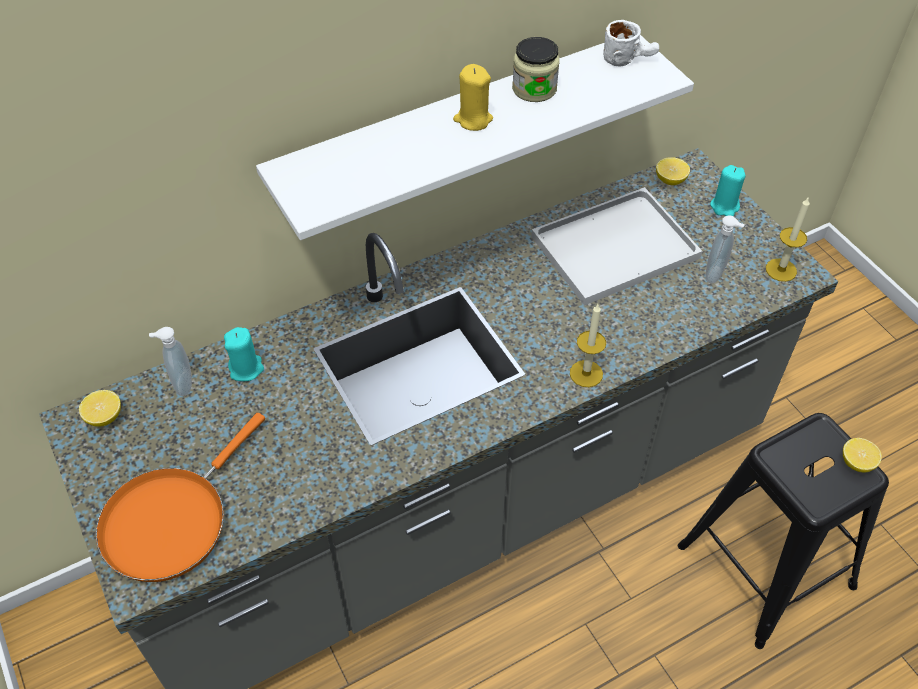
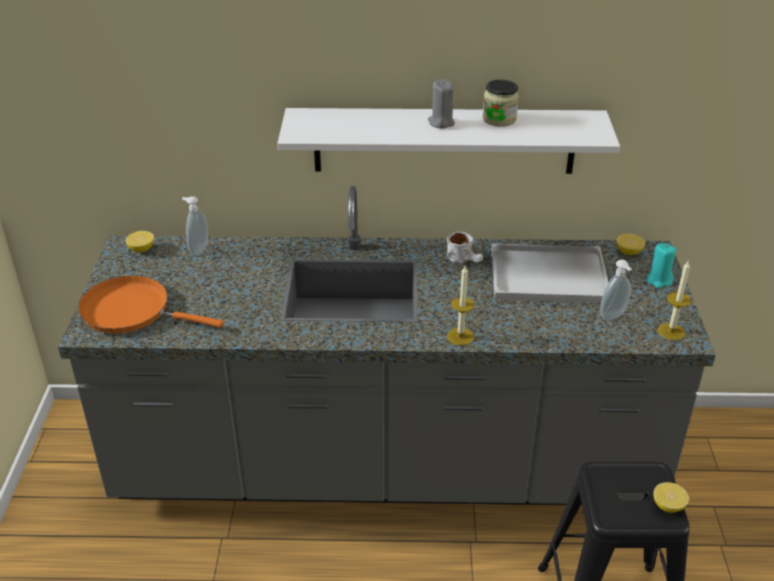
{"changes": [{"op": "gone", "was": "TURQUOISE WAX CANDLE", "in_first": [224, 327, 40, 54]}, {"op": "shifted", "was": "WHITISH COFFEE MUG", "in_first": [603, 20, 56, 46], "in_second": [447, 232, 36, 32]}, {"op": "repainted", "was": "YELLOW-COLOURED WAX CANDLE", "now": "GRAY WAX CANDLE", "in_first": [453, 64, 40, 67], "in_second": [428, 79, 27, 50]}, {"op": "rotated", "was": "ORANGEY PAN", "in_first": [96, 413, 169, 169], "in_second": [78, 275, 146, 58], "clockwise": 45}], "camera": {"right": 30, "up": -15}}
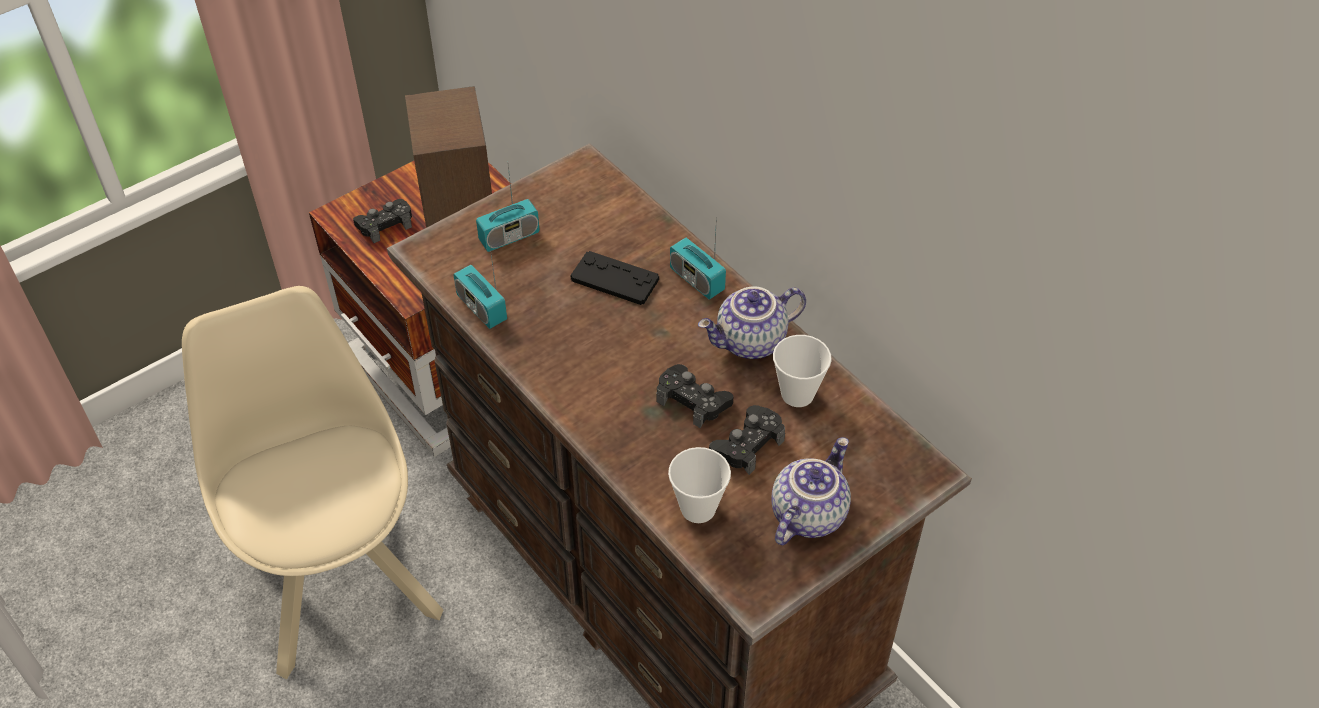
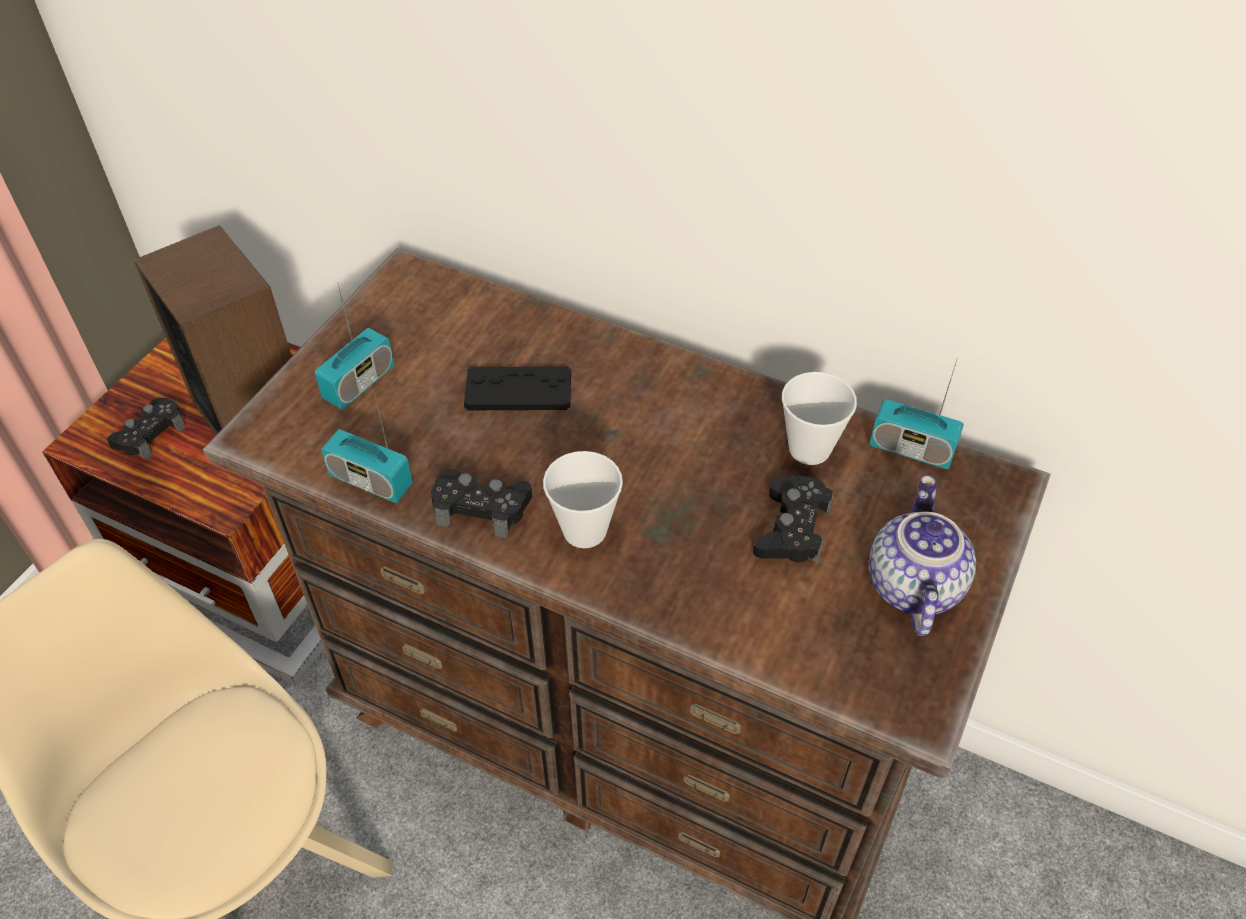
{"changes": [{"op": "gone", "was": "TEAPOT", "in_first": [698, 286, 108, 73]}, {"op": "shifted", "was": "BLACK-COLOURED GAMEPAD", "in_first": [657, 364, 77, 64], "in_second": [431, 469, 101, 69]}, {"op": "shifted", "was": "DRINKING CUP", "in_first": [668, 447, 63, 76], "in_second": [543, 451, 80, 97]}, {"op": "shifted", "was": "RADIO RECEIVER", "in_first": [670, 216, 56, 84], "in_second": [870, 357, 94, 112]}], "camera": {"right": -25, "up": 0}}
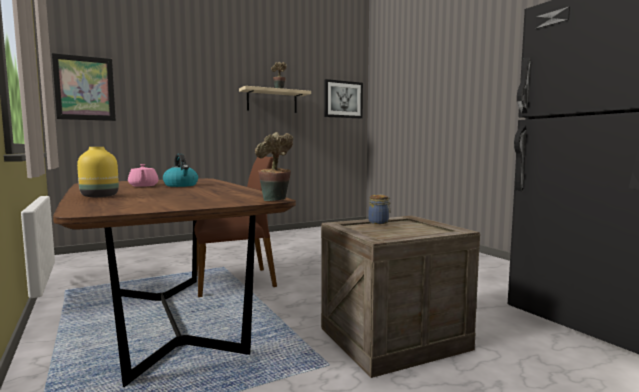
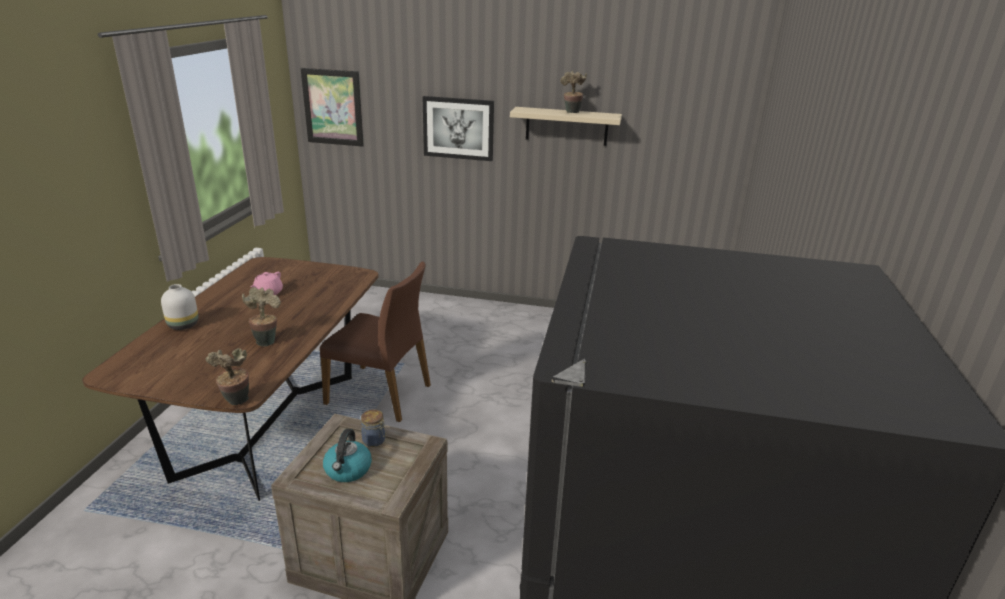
{"changes": [{"op": "new", "now": "PLANT IN A POT", "in_second": [242, 287, 39, 60]}, {"op": "shifted", "was": "TEA KETTLE", "in_first": [163, 154, 35, 33], "in_second": [323, 429, 49, 53]}, {"op": "shifted", "was": "WALL ART", "in_first": [325, 79, 38, 39], "in_second": [423, 96, 71, 65]}, {"op": "repainted", "was": "YELLOW-COLOURED VASE", "now": "WHITISH VASE", "in_first": [77, 147, 42, 50], "in_second": [161, 284, 38, 46]}], "camera": {"right": 40, "up": 20}}
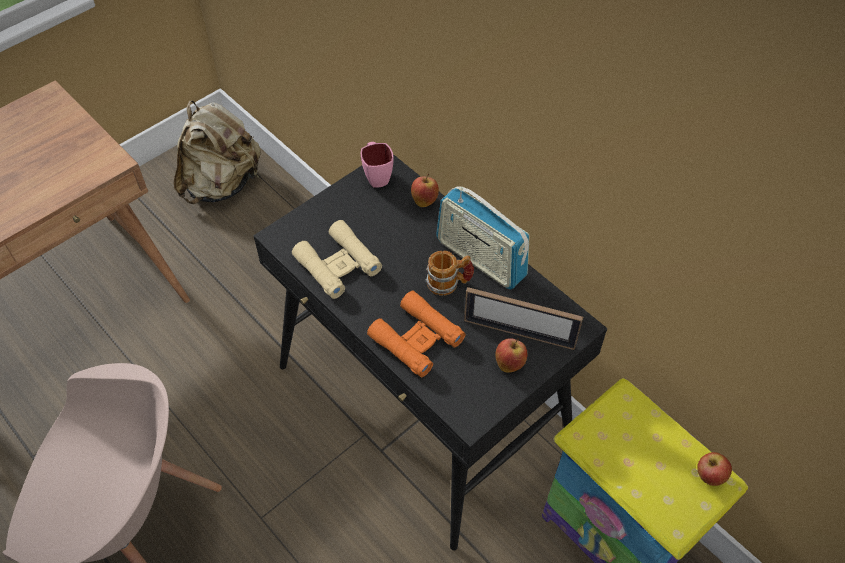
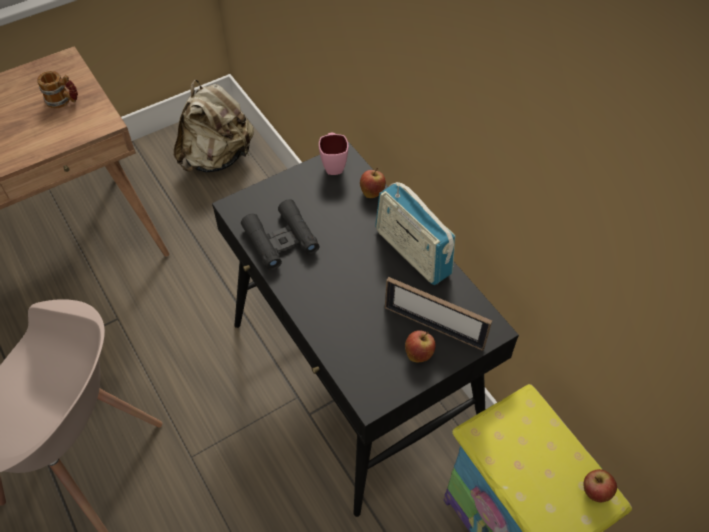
{"changes": [{"op": "gone", "was": "ORANGEY FIELD GLASSES", "in_first": [367, 291, 99, 86]}, {"op": "shifted", "was": "COFFEE MUG", "in_first": [426, 250, 48, 46], "in_second": [37, 71, 41, 37]}, {"op": "repainted", "was": "BEIGE FIELD GLASSES", "now": "BLACK-COLOURED FIELD GLASSES", "in_first": [292, 220, 90, 79], "in_second": [241, 199, 79, 71]}], "camera": {"right": 10, "up": 0}}
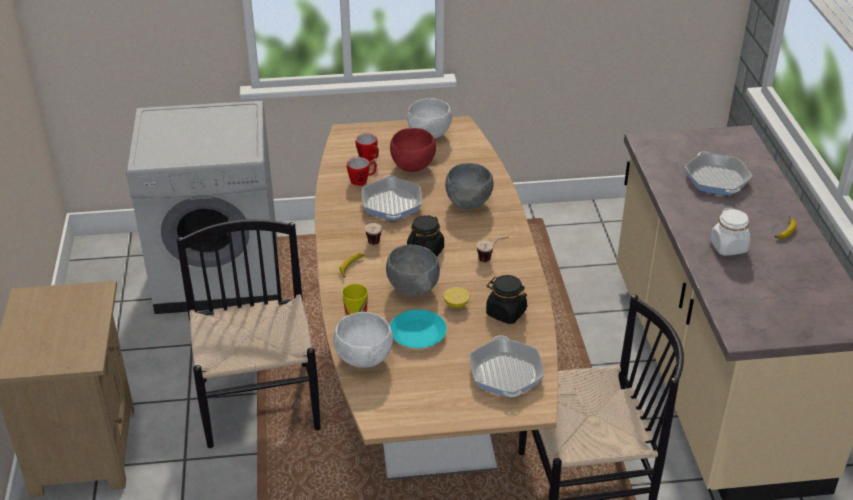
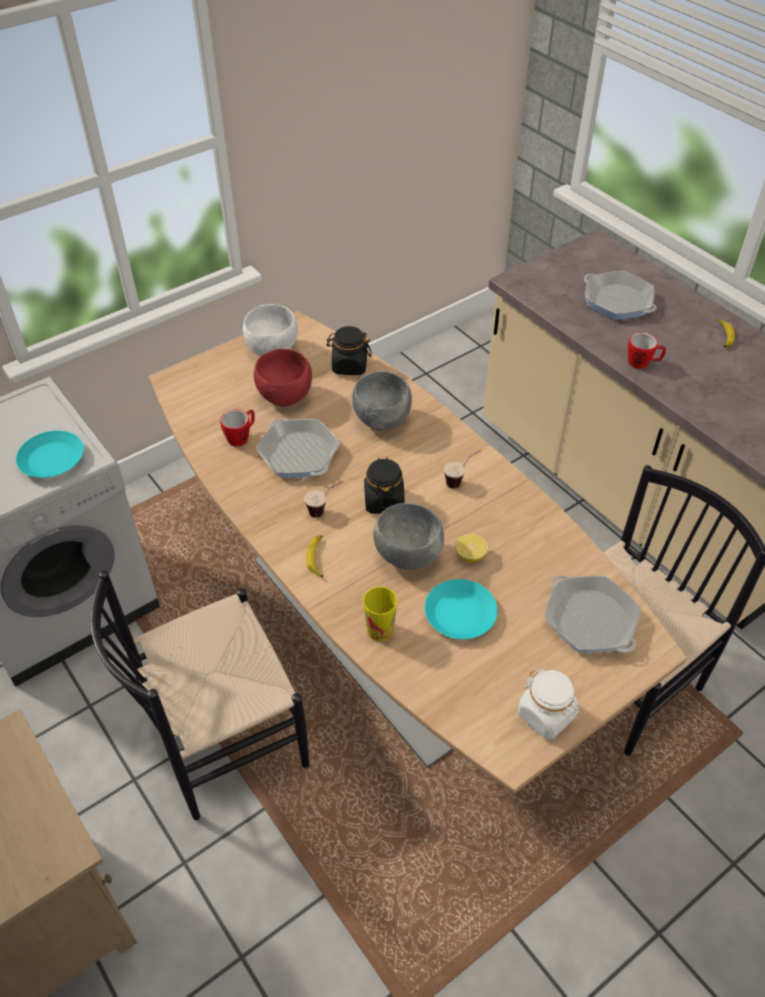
{"changes": [{"op": "gone", "was": "WHITISH SERVING BOWL", "in_first": [333, 312, 60, 56]}, {"op": "new", "now": "TURQUOISE PLATE", "in_second": [16, 430, 68, 48]}, {"op": "shifted", "was": "COFFEE MUG", "in_first": [356, 133, 23, 28], "in_second": [628, 332, 38, 37]}, {"op": "shifted", "was": "BLACK-COLOURED JAR", "in_first": [486, 275, 41, 49], "in_second": [326, 326, 46, 49]}, {"op": "shifted", "was": "WHITISH JAR", "in_first": [710, 208, 41, 48], "in_second": [518, 668, 62, 71]}, {"op": "rotated", "was": "BLACK-COLOURED CHAIR", "in_first": [177, 219, 144, 229], "in_second": [90, 570, 219, 250], "clockwise": -75}], "camera": {"right": -30, "up": 10}}
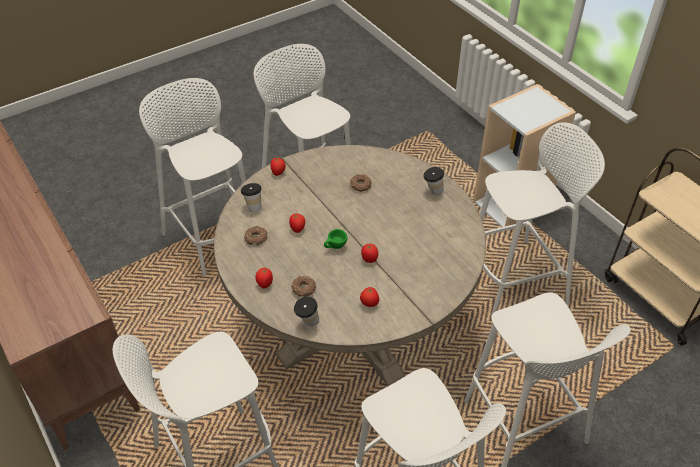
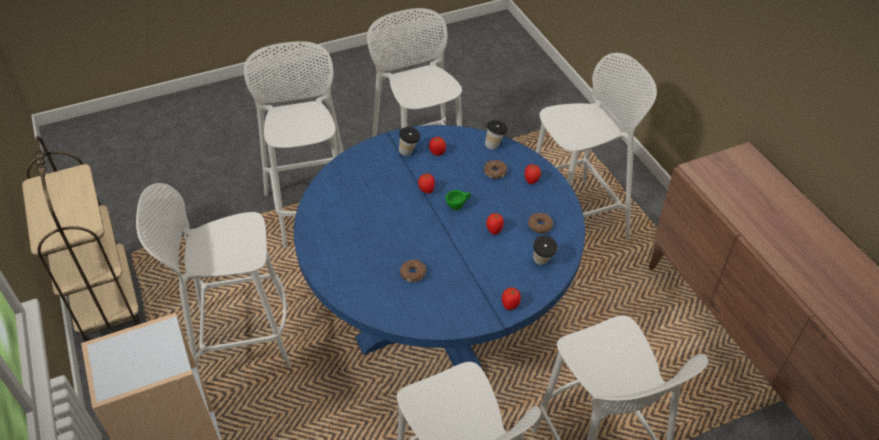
{"changes": [{"op": "shifted", "was": "DRINKING CUP", "in_first": [423, 167, 21, 28], "in_second": [399, 127, 21, 29]}, {"op": "repainted", "was": "BEIGE DINNER TABLE", "now": "BLUE DINNER TABLE", "in_first": [214, 145, 272, 241], "in_second": [294, 125, 291, 244]}], "camera": {"right": -170, "up": 0}}
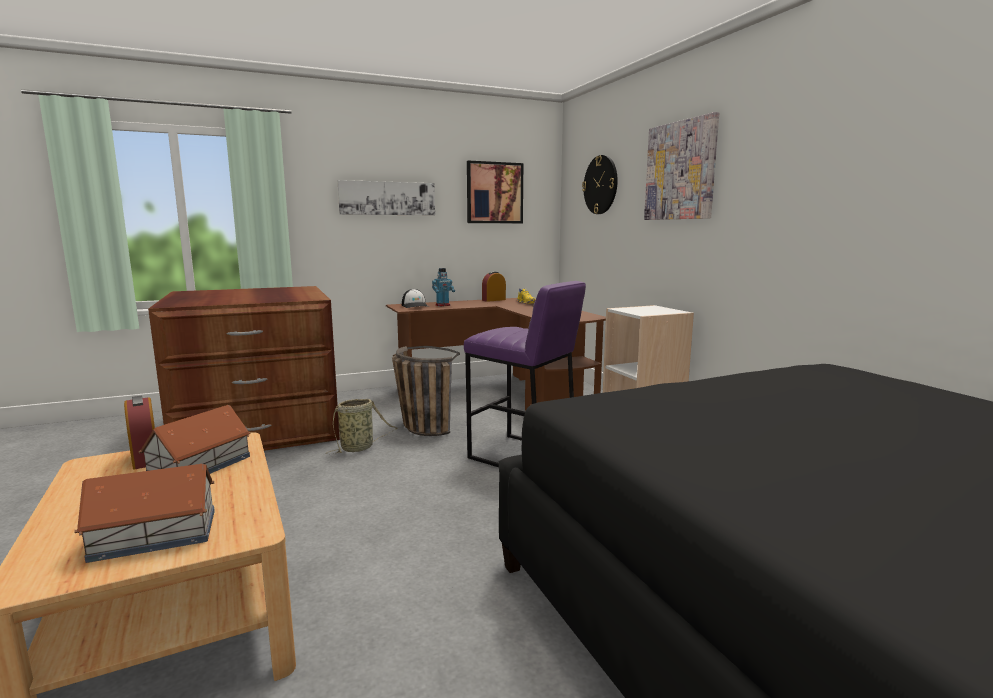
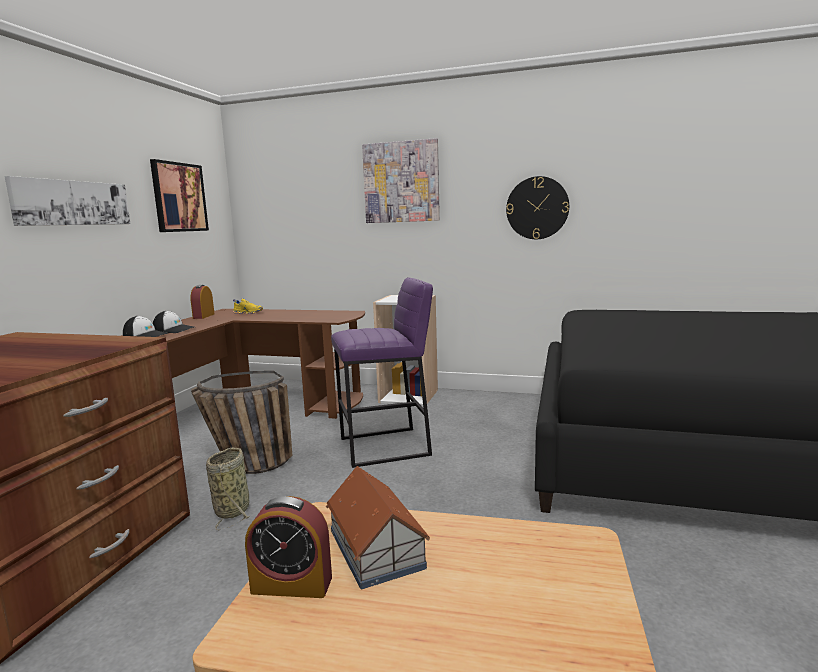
{"changes": [{"op": "gone", "was": "MODEL HOUSE", "in_first": [74, 464, 141, 99]}, {"op": "shifted", "was": "WALL CLOCK", "in_first": [582, 155, 36, 59], "in_second": [506, 176, 63, 63]}, {"op": "swapped", "was": "ROBOT FIGURE", "now": "BASEBALL CAP", "in_first": [432, 268, 23, 38], "in_second": [153, 311, 41, 22]}], "camera": {"right": -50, "up": 0}}
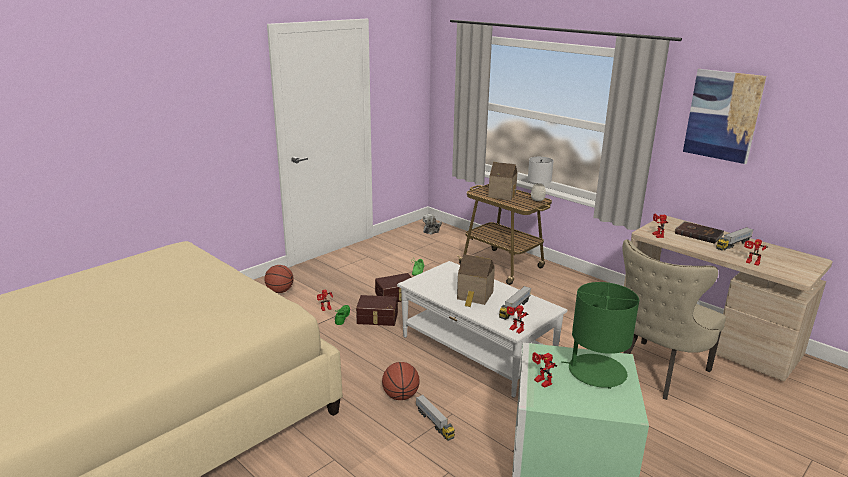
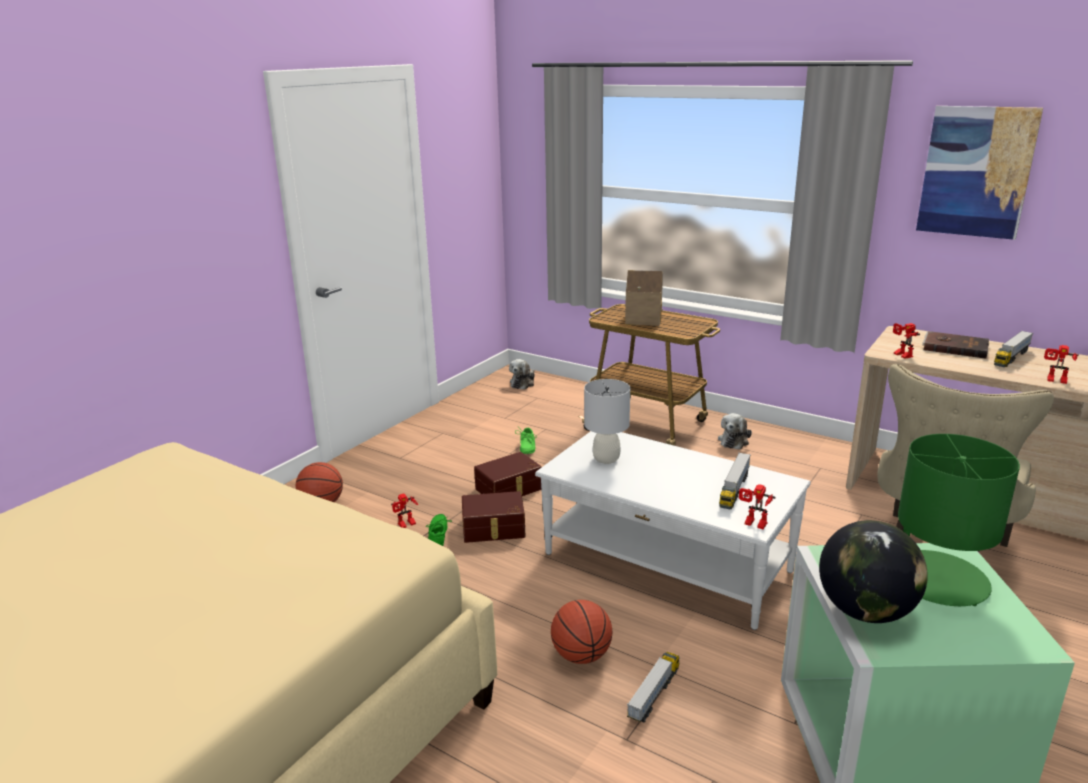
{"changes": [{"op": "gone", "was": "MODEL HOUSE", "in_first": [457, 254, 38, 53]}, {"op": "new", "now": "SOFT TOY", "in_second": [718, 413, 34, 37]}, {"op": "shifted", "was": "GRAY TABLE LAMP", "in_first": [528, 157, 26, 44], "in_second": [584, 379, 46, 85]}, {"op": "swapped", "was": "ROBOT FIGURE", "now": "WORLD GLOBE", "in_first": [532, 352, 25, 36], "in_second": [819, 520, 109, 103]}, {"op": "rotated", "was": "TOY TRUCK", "in_first": [416, 395, 39, 46], "in_second": [627, 652, 53, 70], "clockwise": -105}], "camera": {"right": -10, "up": 0}}
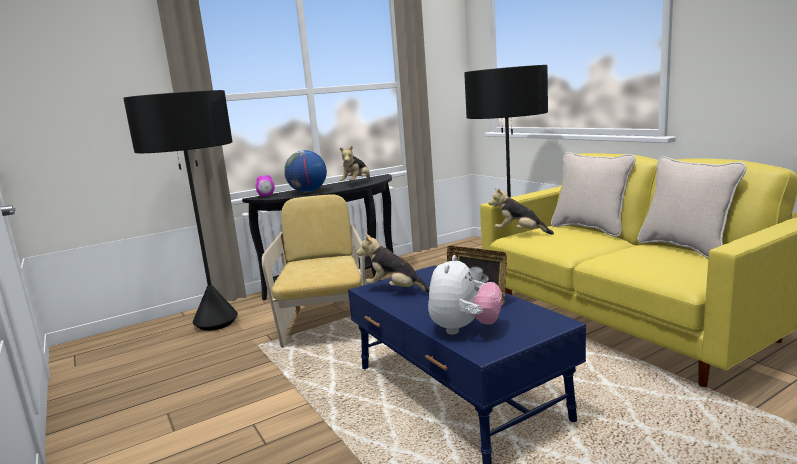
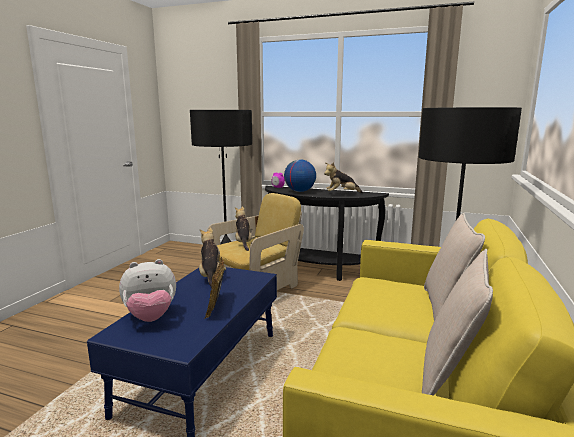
{"changes": [{"op": "shifted", "was": "SOFT TOY", "in_first": [488, 188, 66, 47], "in_second": [235, 206, 20, 45]}], "camera": {"right": 50, "up": 0}}
